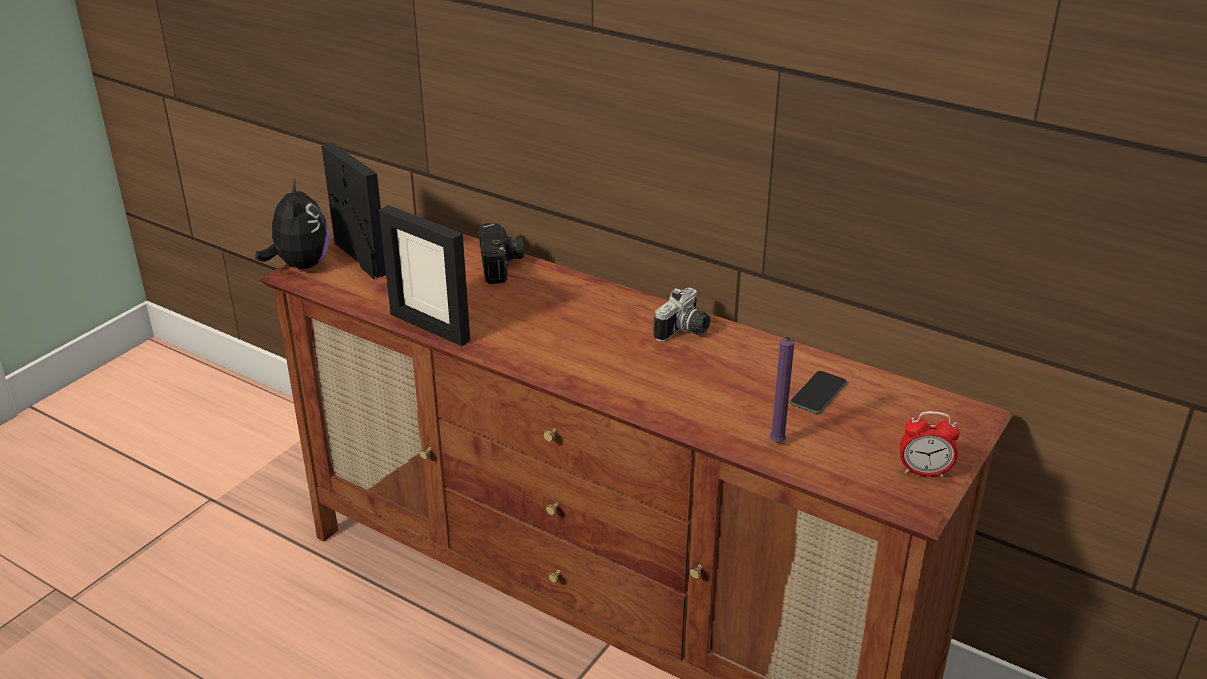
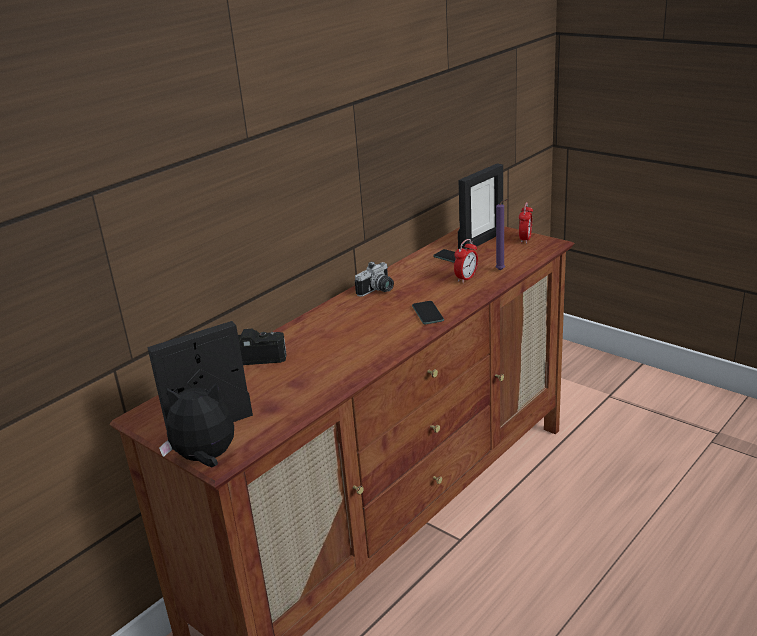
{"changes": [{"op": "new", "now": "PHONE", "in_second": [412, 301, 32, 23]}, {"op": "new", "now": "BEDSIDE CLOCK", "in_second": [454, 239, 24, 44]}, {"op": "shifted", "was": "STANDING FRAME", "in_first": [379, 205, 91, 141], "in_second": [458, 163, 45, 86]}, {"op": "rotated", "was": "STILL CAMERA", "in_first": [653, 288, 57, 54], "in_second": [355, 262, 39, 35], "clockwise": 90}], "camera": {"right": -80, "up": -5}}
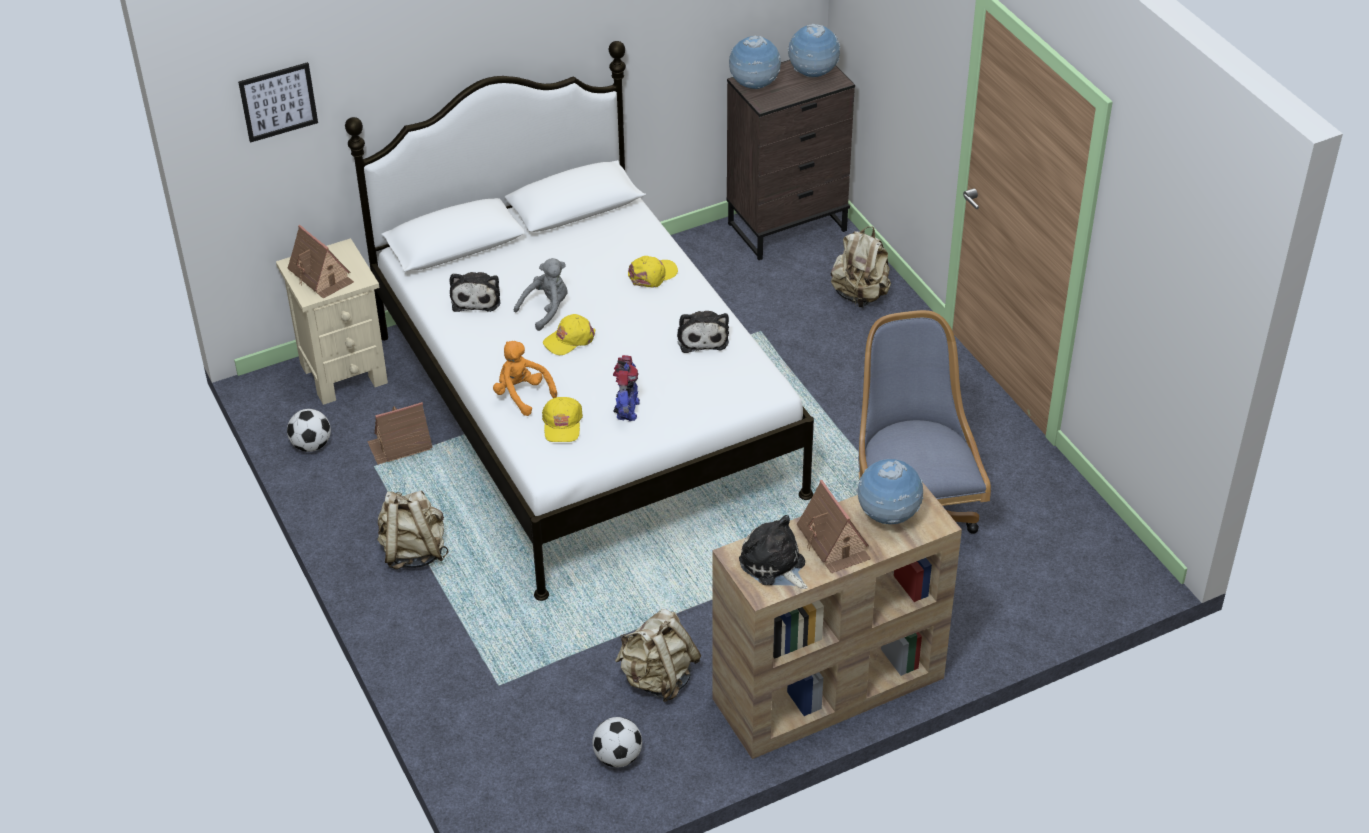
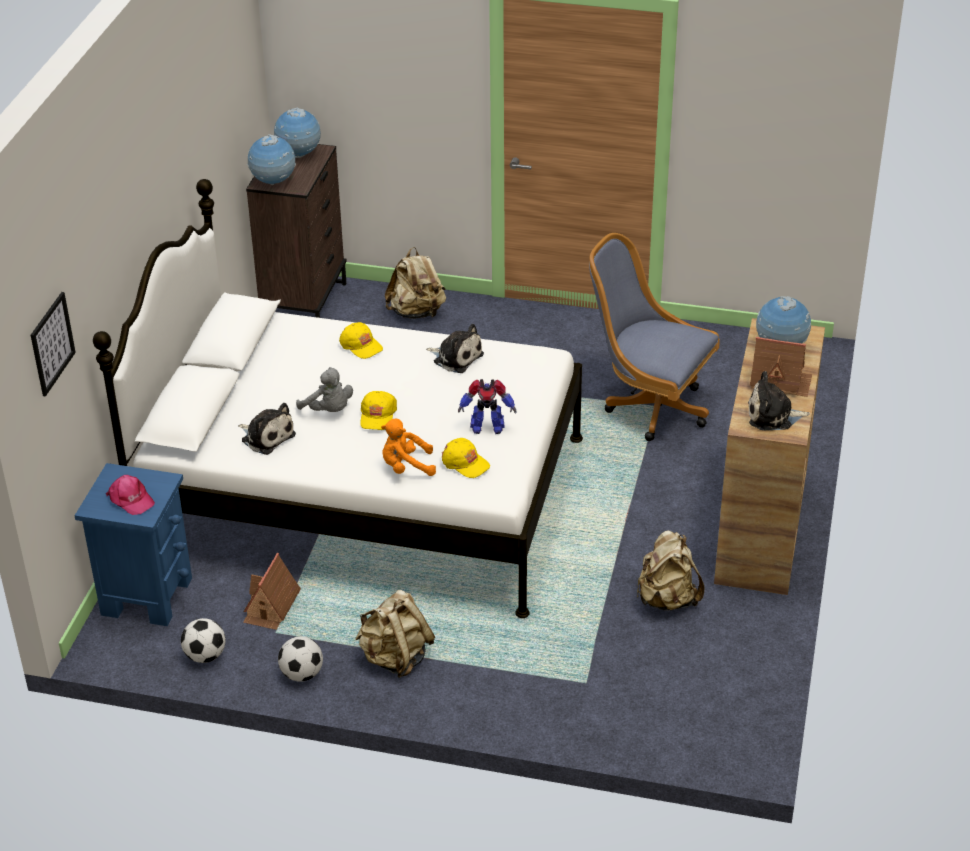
{"changes": [{"op": "shifted", "was": "FOOTBALL", "in_first": [592, 717, 50, 50], "in_second": [278, 636, 45, 46]}, {"op": "swapped", "was": "MODEL HOUSE", "now": "PINK BASEBALL CAP", "in_first": [287, 225, 67, 73], "in_second": [106, 475, 49, 40]}, {"op": "repainted", "was": "BEIGE BEDSIDE TABLE", "now": "BLUE BEDSIDE TABLE", "in_first": [276, 238, 112, 167], "in_second": [74, 463, 118, 163]}, {"op": "rotated", "was": "GRAY SOFT TOY", "in_first": [514, 258, 54, 73], "in_second": [296, 367, 57, 45], "clockwise": 135}, {"op": "rotated", "was": "ROBOT FIGURE", "in_first": [613, 355, 27, 66], "in_second": [458, 379, 58, 55], "clockwise": 135}, {"op": "rotated", "was": "YELLOW-COLOURED BASEBALL CAP", "in_first": [628, 256, 50, 32], "in_second": [339, 322, 44, 37], "clockwise": 135}], "camera": {"right": -50, "up": -5}}
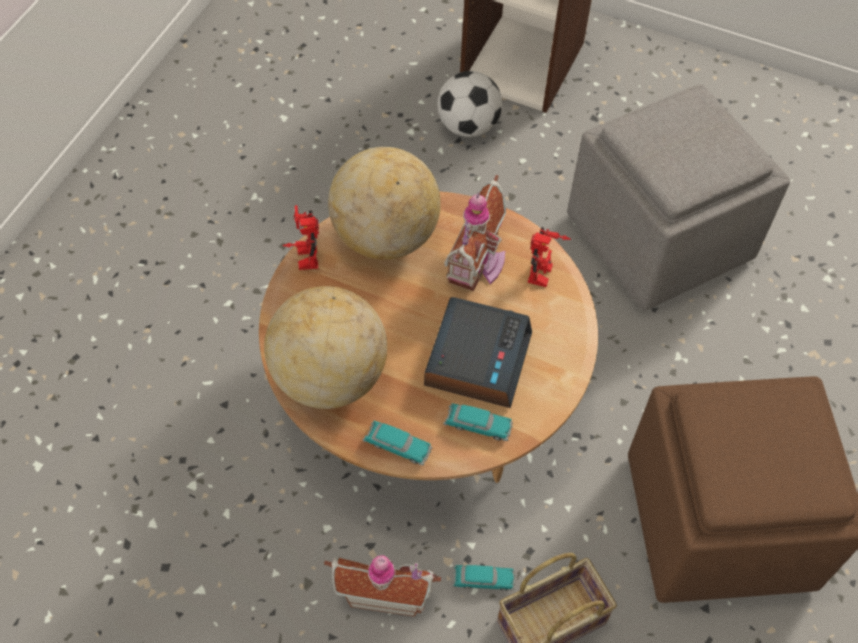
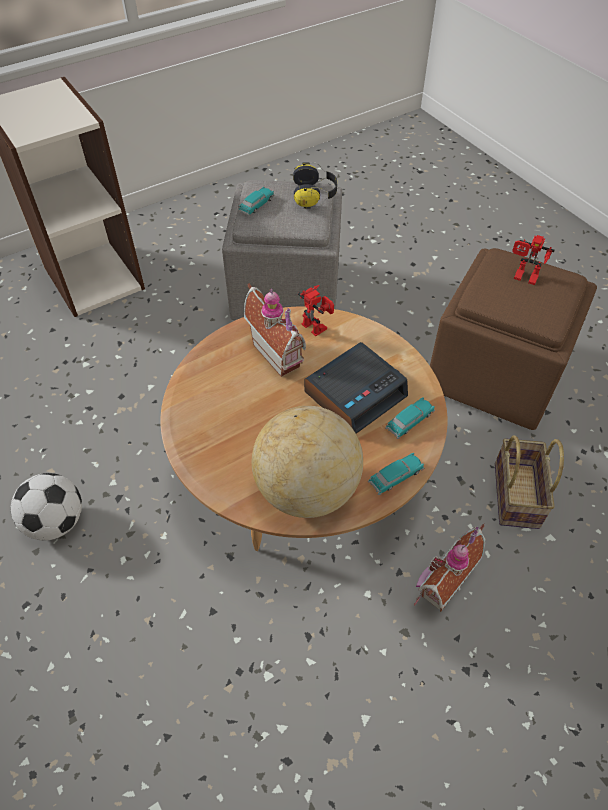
{"changes": [{"op": "gone", "was": "WORLD GLOBE", "in_first": [328, 147, 113, 113]}, {"op": "new", "now": "PAIR OF HEADPHONES", "in_second": [293, 162, 44, 47]}, {"op": "shifted", "was": "ROBOT FIGURE", "in_first": [283, 205, 36, 65], "in_second": [512, 235, 43, 50]}, {"op": "shifted", "was": "FOOTBALL", "in_first": [437, 71, 65, 66], "in_second": [10, 473, 72, 67]}, {"op": "shifted", "was": "TOY CAR", "in_first": [452, 565, 64, 26], "in_second": [238, 187, 37, 29]}, {"op": "rotated", "was": "BEDSIDE CLOCK", "in_first": [424, 297, 108, 111], "in_second": [304, 342, 104, 92], "clockwise": 90}], "camera": {"right": -55, "up": -5}}
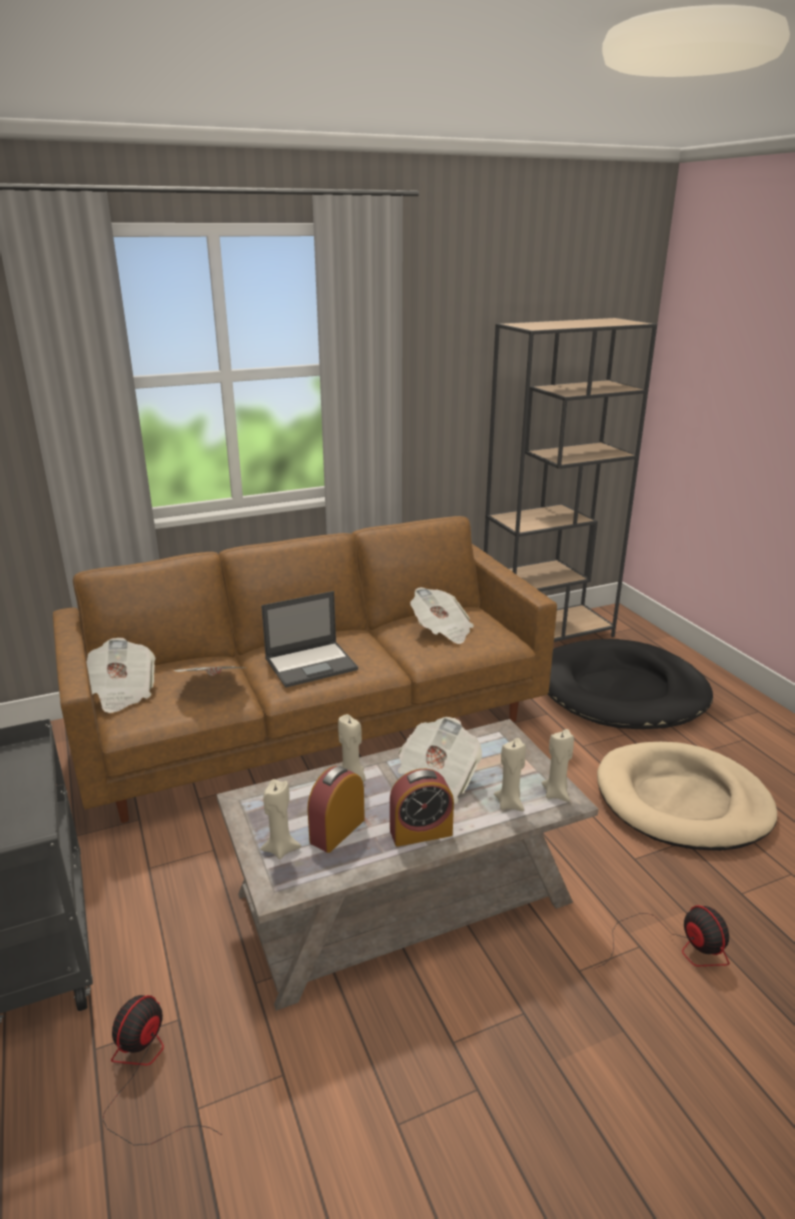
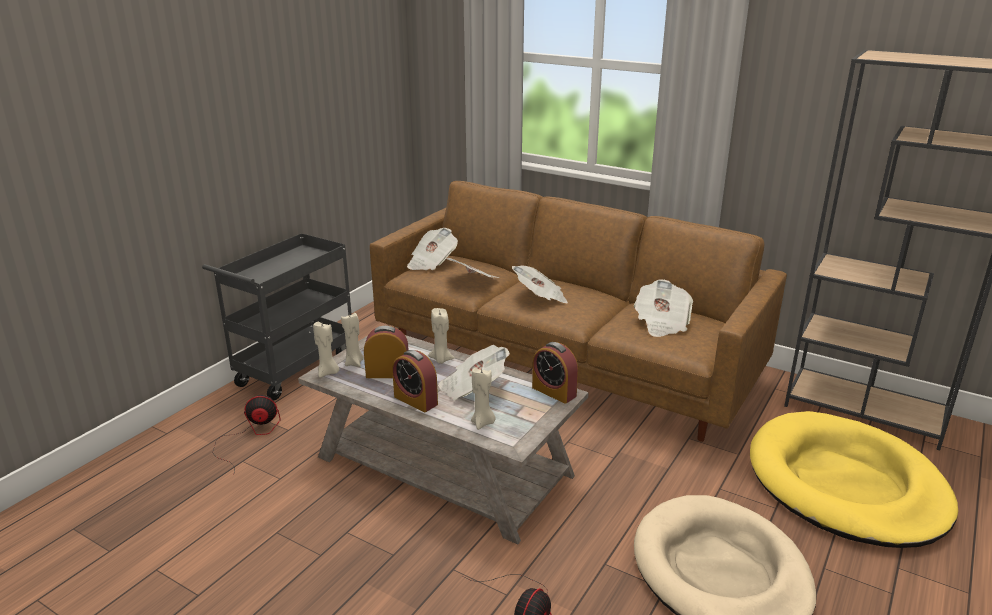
{"changes": [{"op": "new", "now": "BEDSIDE CLOCK", "in_second": [532, 342, 46, 62]}, {"op": "shifted", "was": "BEIGE WAX CANDLE", "in_first": [542, 729, 32, 73], "in_second": [313, 321, 26, 57]}, {"op": "swapped", "was": "NOTEBOOK COMPUTER", "now": "PRINTED PAPER", "in_first": [261, 591, 97, 97], "in_second": [512, 265, 56, 38]}, {"op": "repainted", "was": "BLACK-COLOURED PET BED", "now": "YELLOW-COLOURED PET BED", "in_first": [548, 639, 165, 90], "in_second": [750, 411, 208, 137]}], "camera": {"right": 55, "up": 0}}
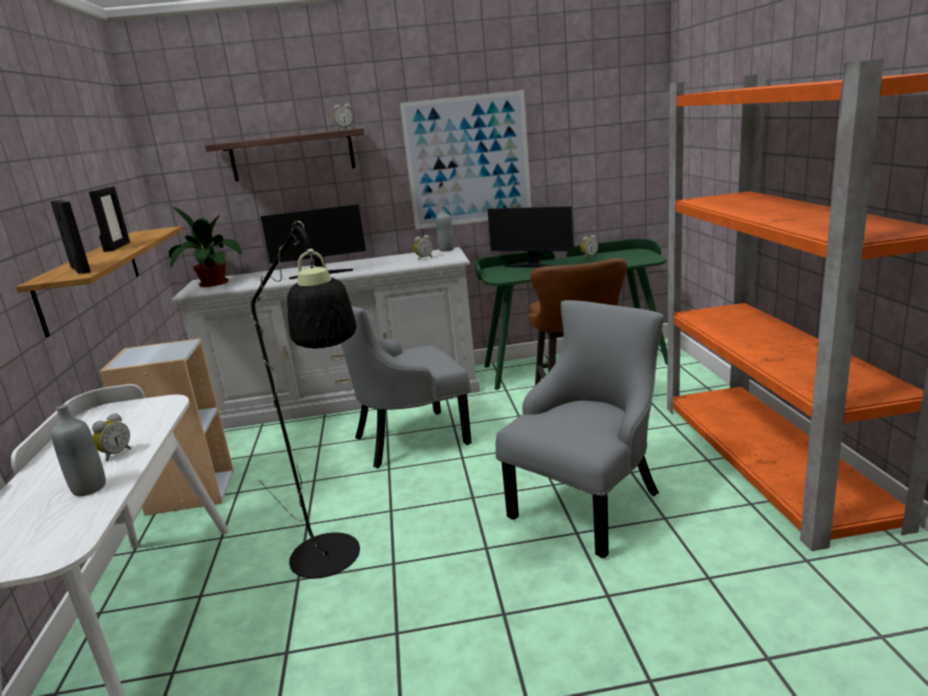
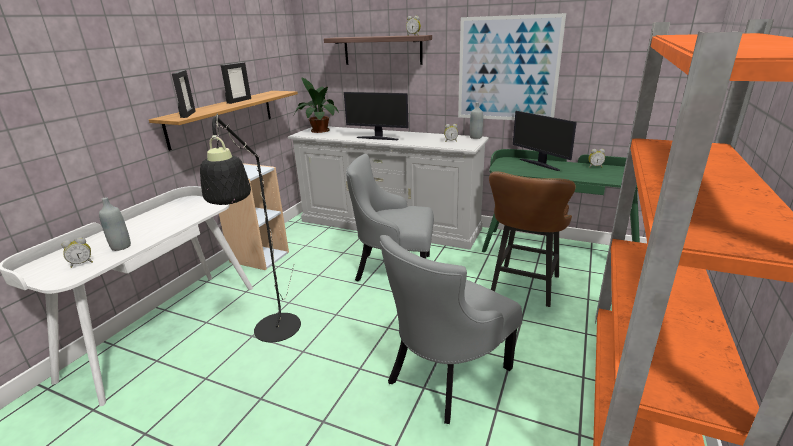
{"changes": [{"op": "shifted", "was": "BEDSIDE CLOCK", "in_first": [92, 413, 39, 49], "in_second": [61, 237, 32, 31]}, {"op": "rotated", "was": "GRAY CHAIR", "in_first": [496, 300, 168, 258], "in_second": [380, 235, 142, 189], "clockwise": 150}], "camera": {"right": 30, "up": 5}}
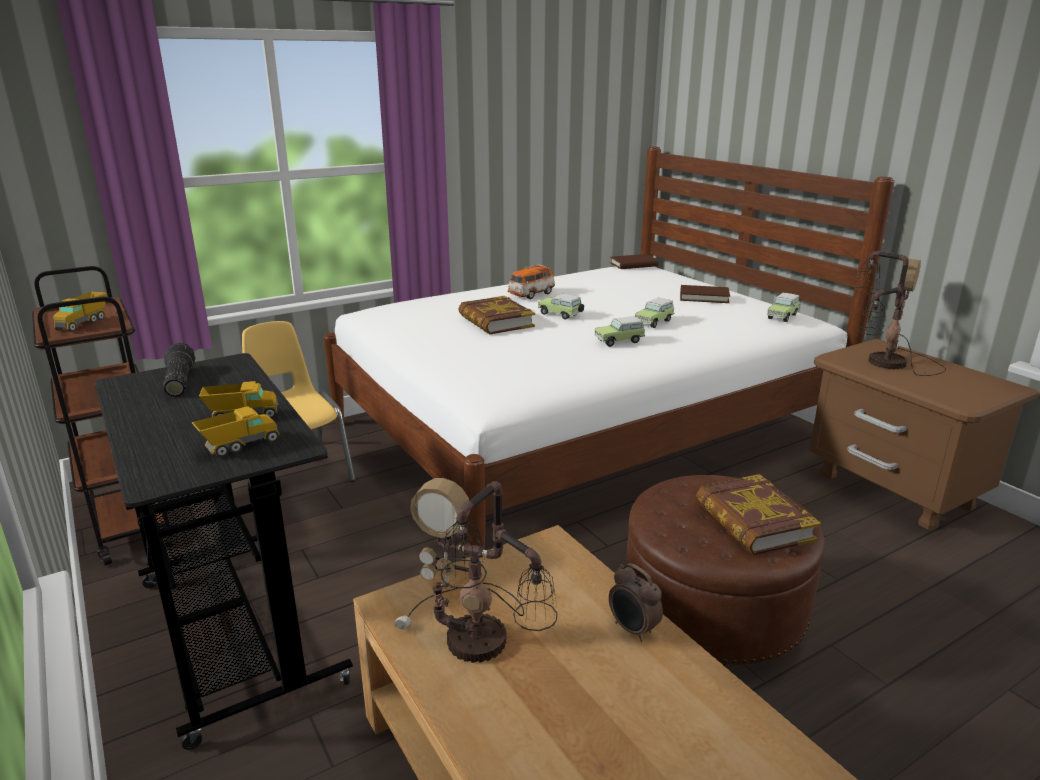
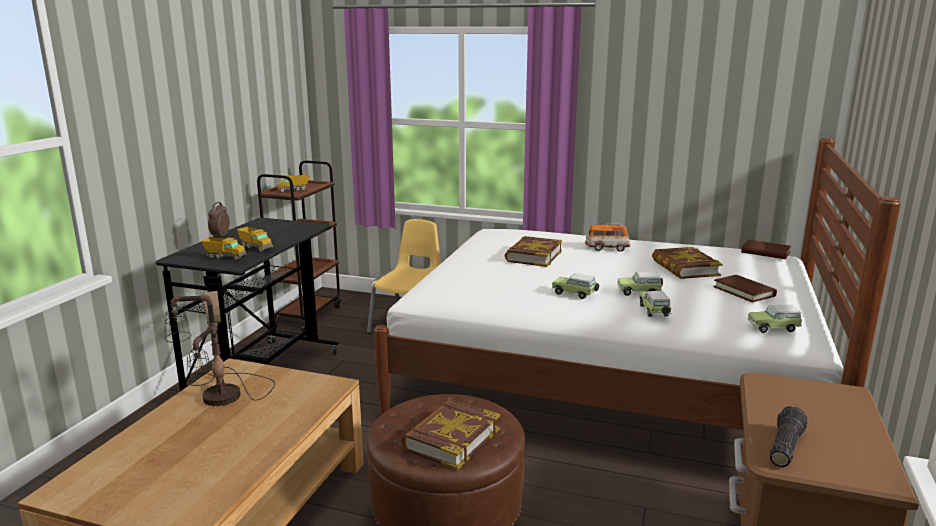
{"changes": [{"op": "gone", "was": "TABLE LAMP", "in_first": [853, 251, 93, 125]}, {"op": "new", "now": "VOLUME", "in_second": [652, 247, 71, 32]}, {"op": "shifted", "was": "HAND TORCH", "in_first": [163, 343, 32, 54], "in_second": [770, 406, 37, 61]}, {"op": "shifted", "was": "TOY CAR", "in_first": [538, 294, 46, 25], "in_second": [639, 291, 32, 26]}, {"op": "shifted", "was": "BEDSIDE CLOCK", "in_first": [609, 563, 54, 79], "in_second": [208, 202, 22, 36]}], "camera": {"right": 50, "up": -5}}
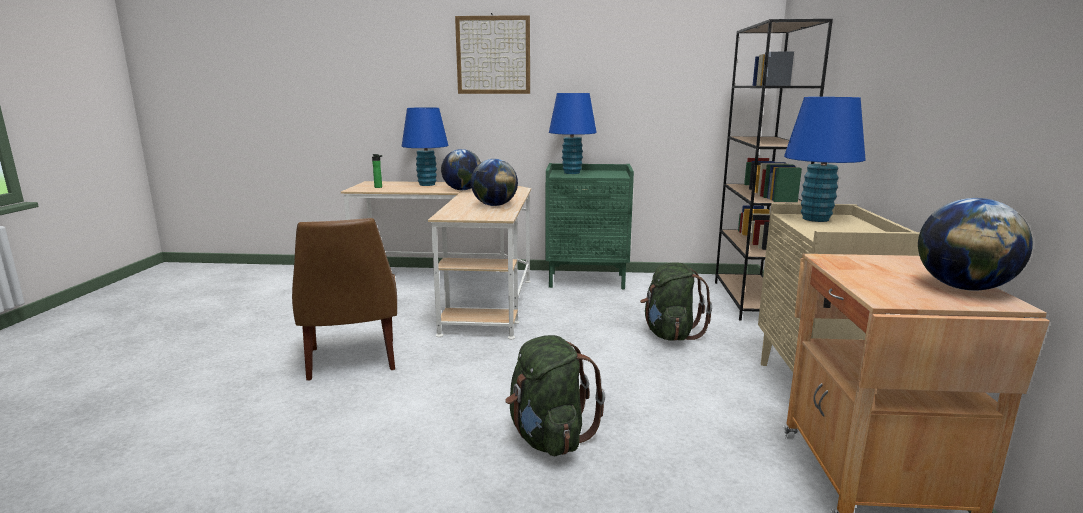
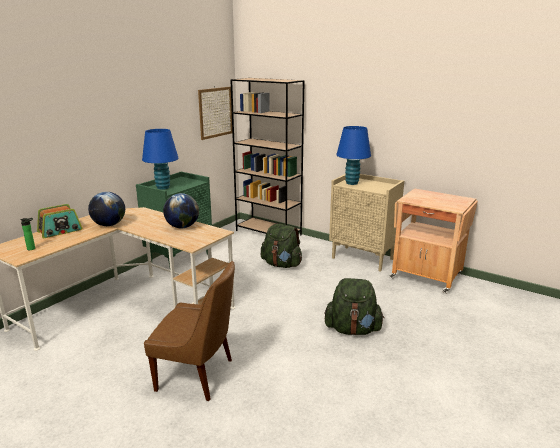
{"changes": [{"op": "gone", "was": "WORLD GLOBE", "in_first": [918, 198, 115, 93]}, {"op": "shifted", "was": "WALL ART", "in_first": [455, 13, 75, 81], "in_second": [198, 86, 34, 54]}, {"op": "swapped", "was": "BLUE TABLE LAMP", "now": "RADIO RECEIVER", "in_first": [402, 107, 47, 79], "in_second": [37, 204, 45, 34]}], "camera": {"right": -60, "up": 5}}
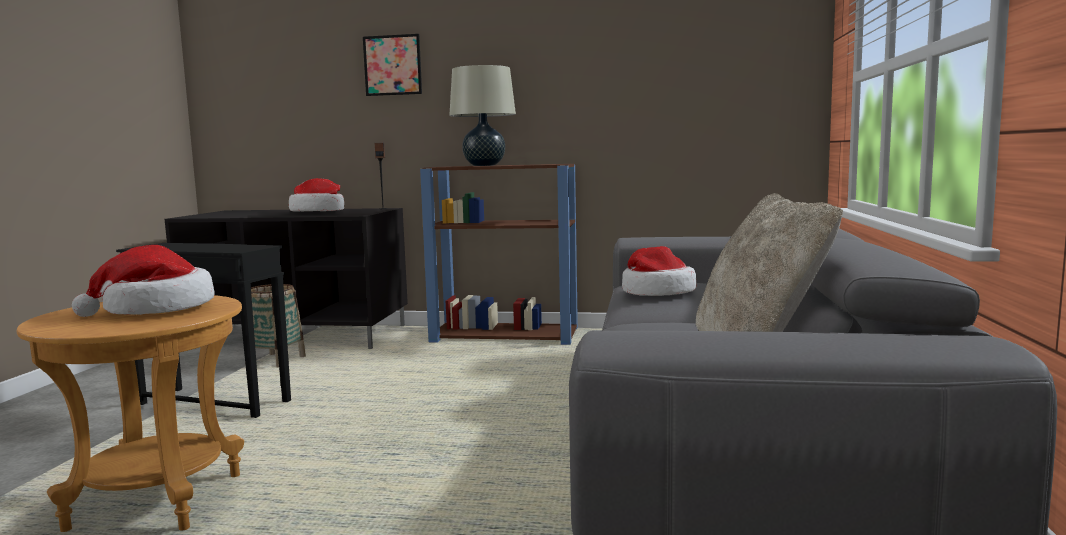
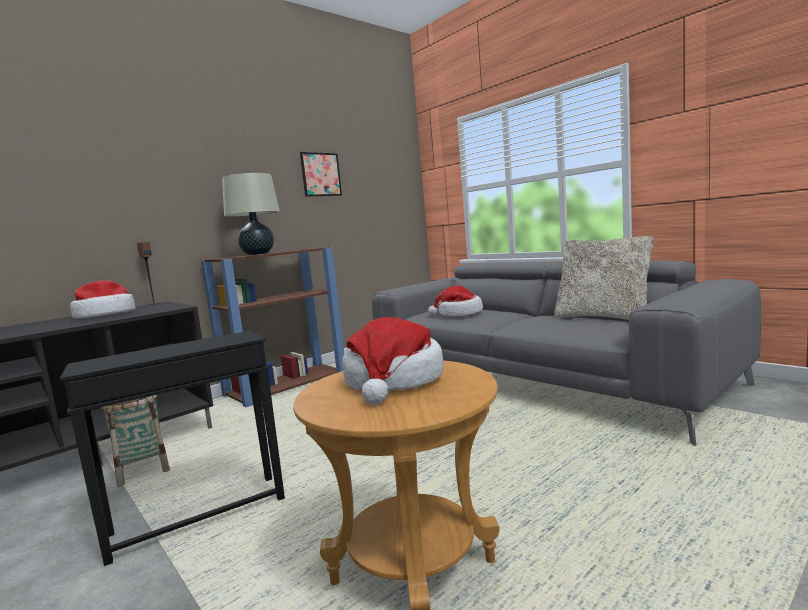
{"changes": [{"op": "shifted", "was": "WALL ART", "in_first": [363, 34, 59, 62], "in_second": [300, 152, 42, 45]}], "camera": {"right": -50, "up": 0}}
